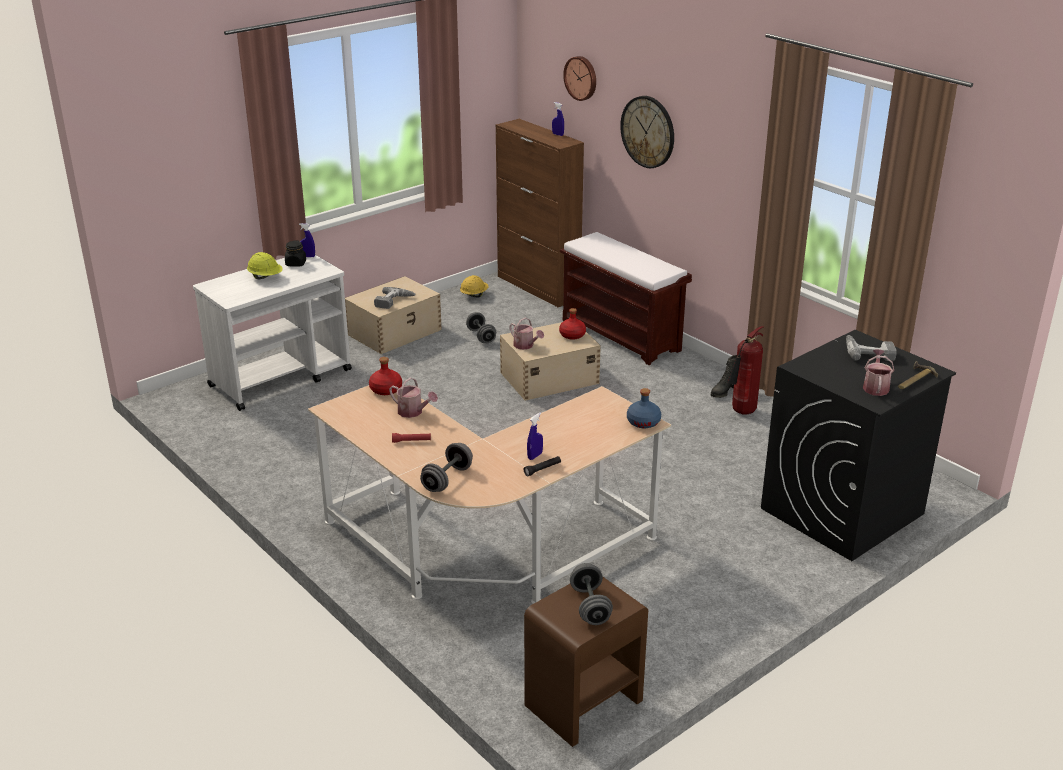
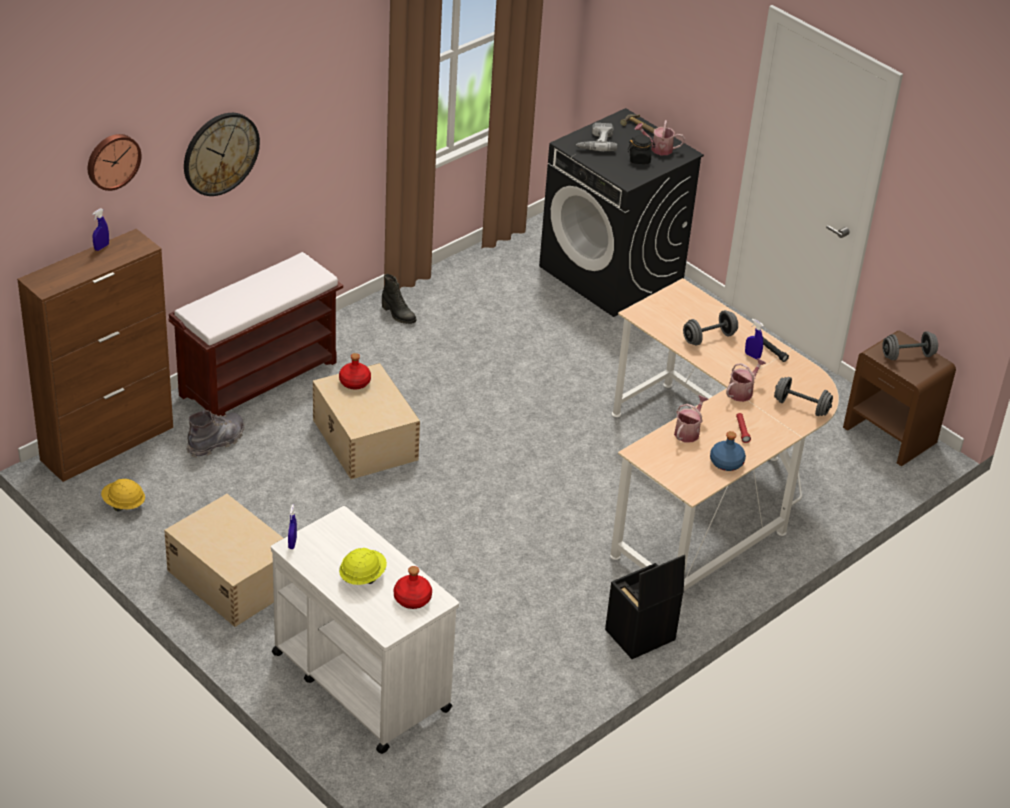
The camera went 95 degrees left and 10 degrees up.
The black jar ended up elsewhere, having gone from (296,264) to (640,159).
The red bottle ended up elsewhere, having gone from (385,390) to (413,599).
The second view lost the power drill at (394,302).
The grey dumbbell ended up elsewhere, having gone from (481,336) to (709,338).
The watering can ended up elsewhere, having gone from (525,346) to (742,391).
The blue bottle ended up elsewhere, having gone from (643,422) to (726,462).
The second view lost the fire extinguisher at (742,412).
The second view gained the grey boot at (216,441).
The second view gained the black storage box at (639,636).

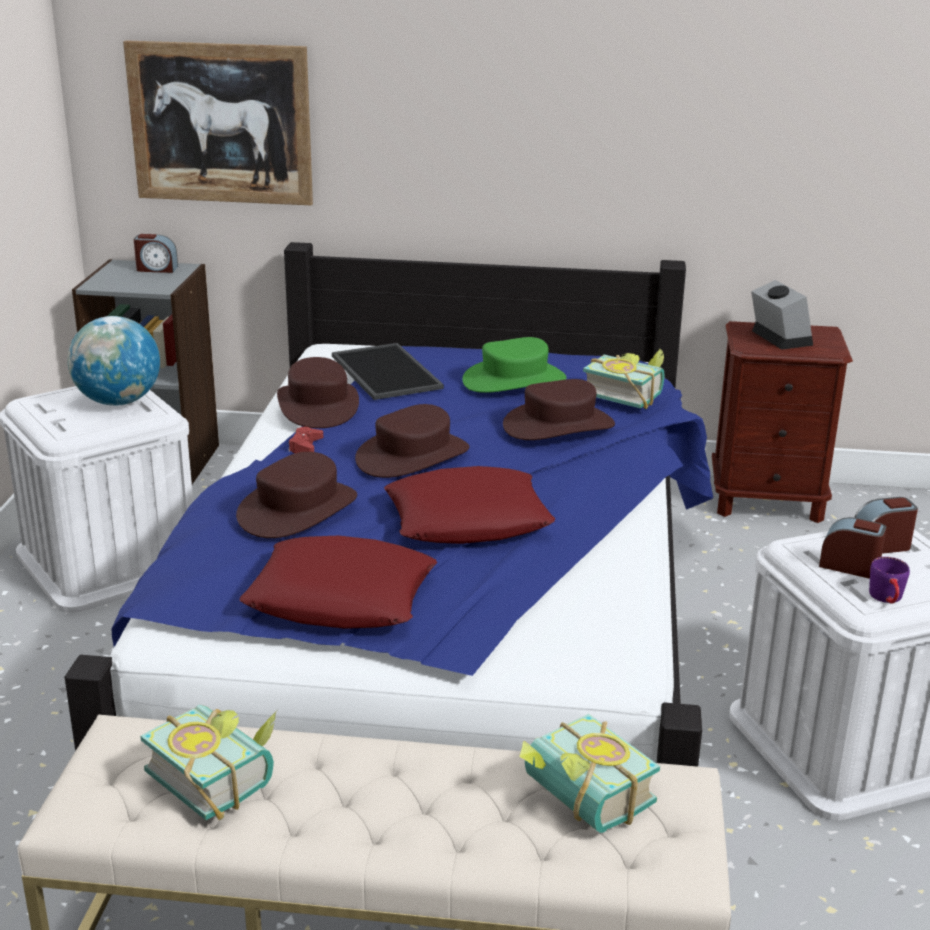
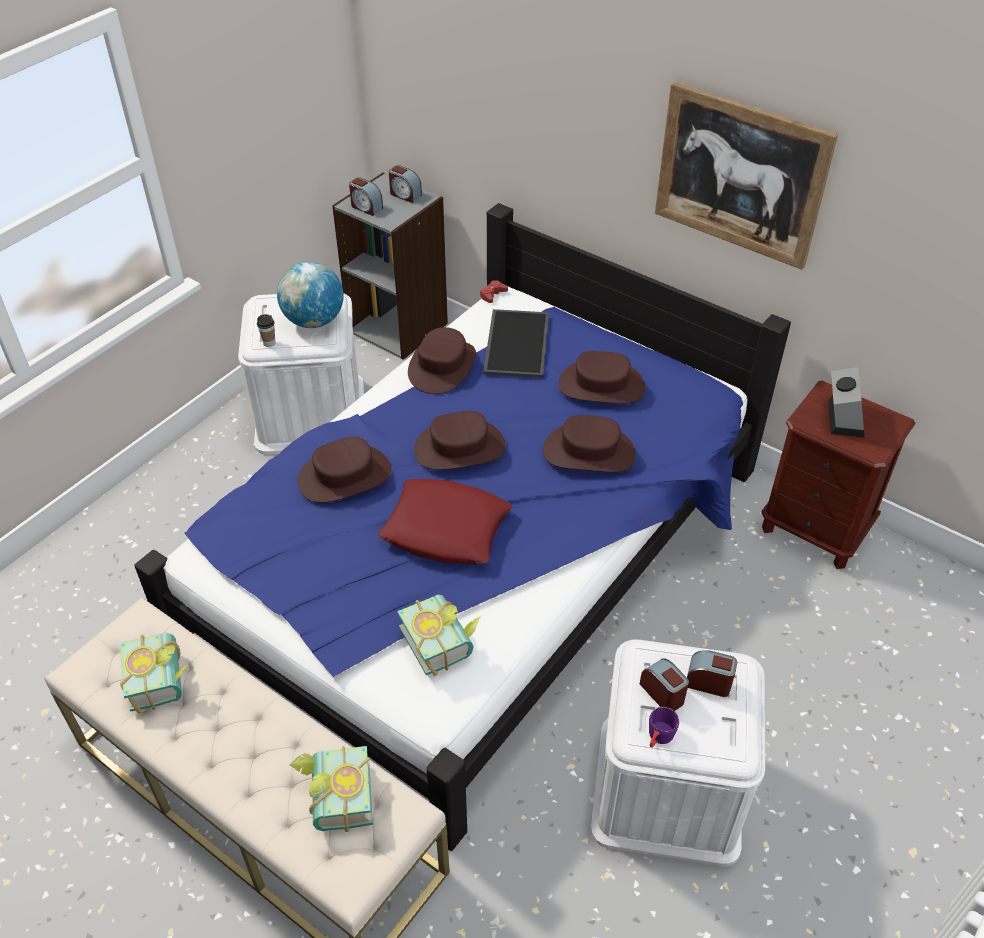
The camera went 30 degrees right and 20 degrees up.
The picture ended up elsewhere, having gone from (221,123) to (740,175).
The second view lost the red pillow at (341,597).
The red game controller ended up elsewhere, having gone from (305,446) to (492,294).
What was the green hat at (514,380) turned into the brown hat at (601,386).
The book ended up elsewhere, having gone from (626,394) to (443,641).
The second view gained the cup at (269,343).
The second view gained the alarm clock at (366,207).

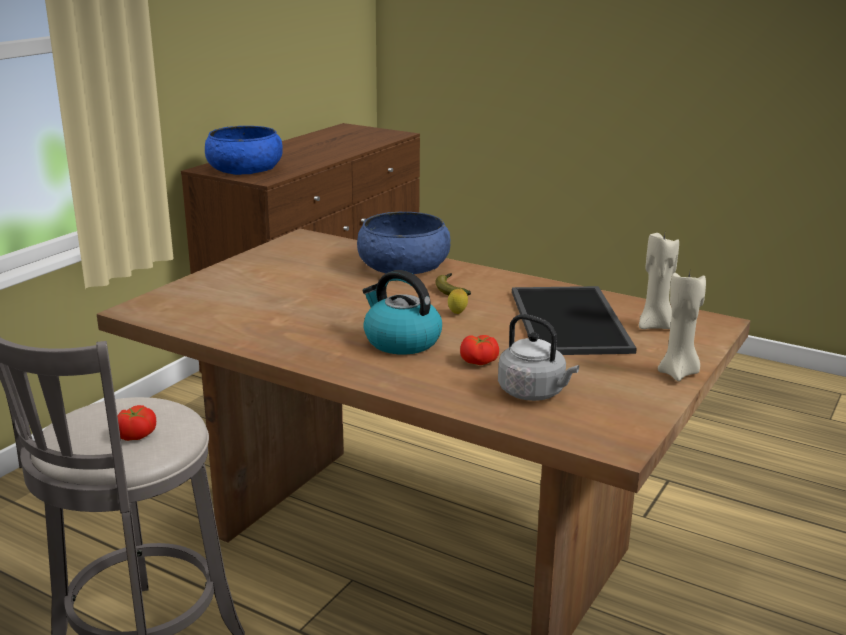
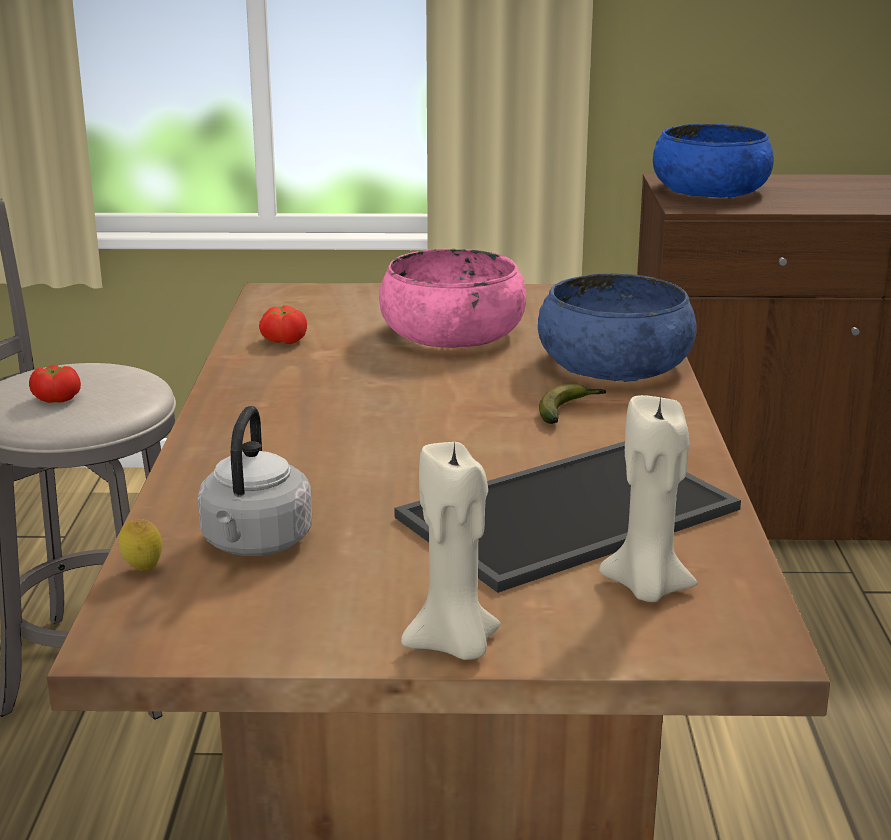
The camera went 60 degrees right and 0 degrees up.
The second view lost the kettle at (401,341).
The lemon ended up elsewhere, having gone from (457,314) to (143,570).
The tomato ended up elsewhere, having gone from (479,362) to (284,341).
The second view gained the pink bowl at (452,334).

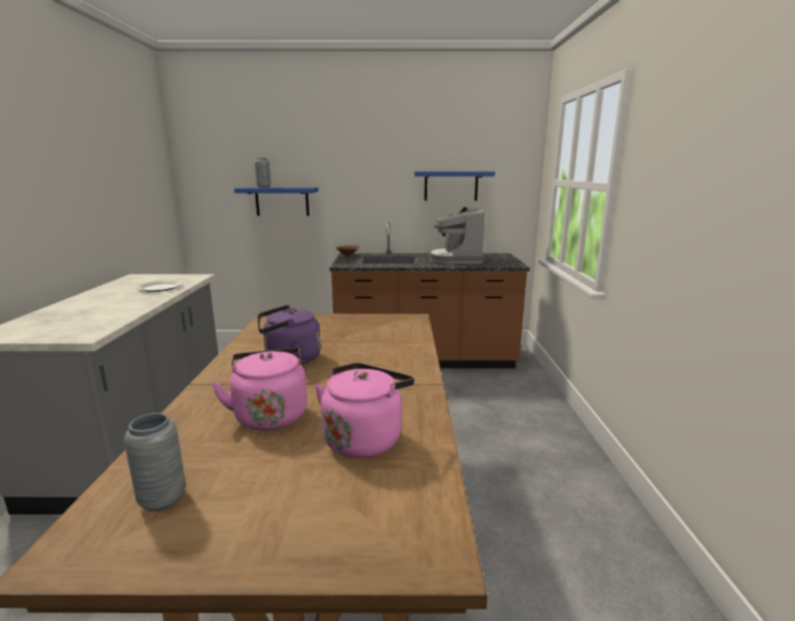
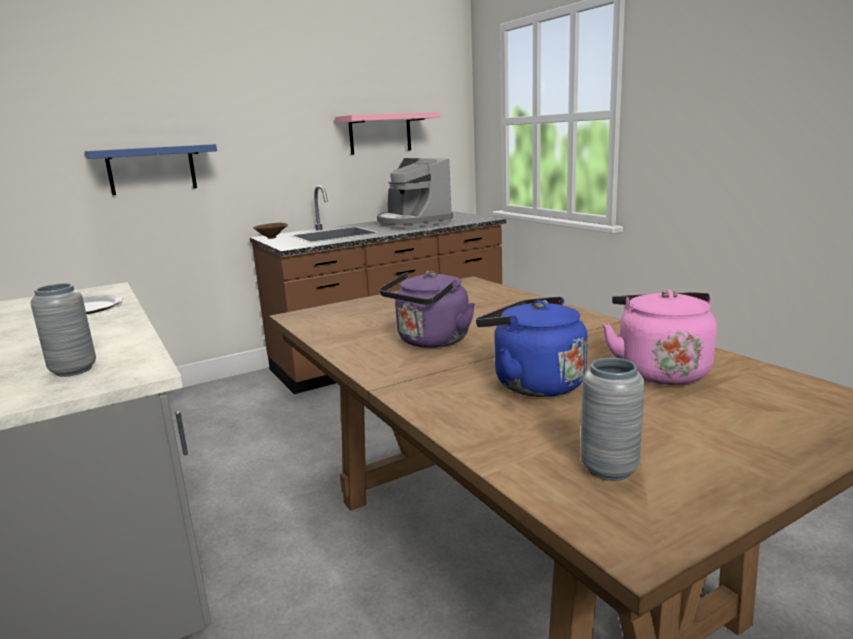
The camera went 30 degrees left and 0 degrees up.
What was the pink kettle at (270,414) turned into the blue kettle at (533,383).
The grey vase ended up elsewhere, having gone from (264,187) to (73,370).
What was the blue shelf at (451,186) turned into the pink shelf at (380,133).

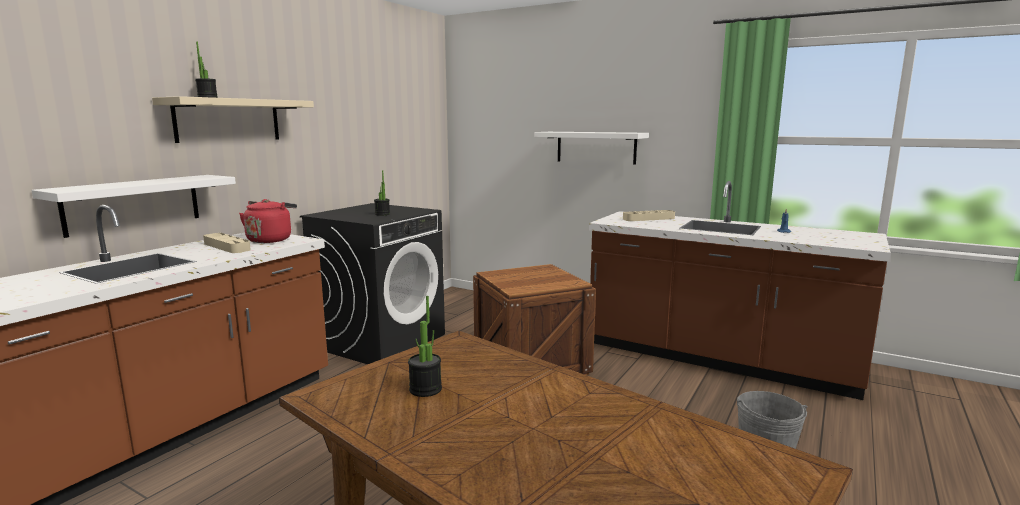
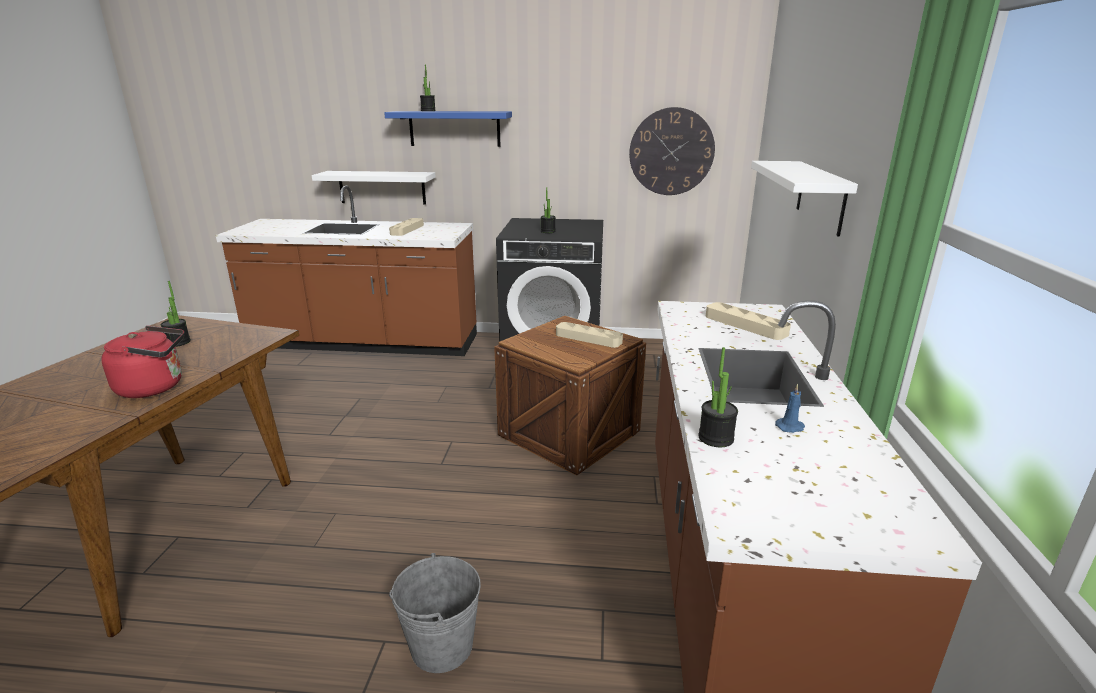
The camera went 65 degrees right and 10 degrees up.
What was the beige shelf at (228,120) turned into the blue shelf at (454,128).
The red kettle ended up elsewhere, having gone from (270,239) to (155,387).
The second view gained the beige tray at (588,338).
The second view gained the wall clock at (671,152).
The second view gained the potted plant at (715,438).

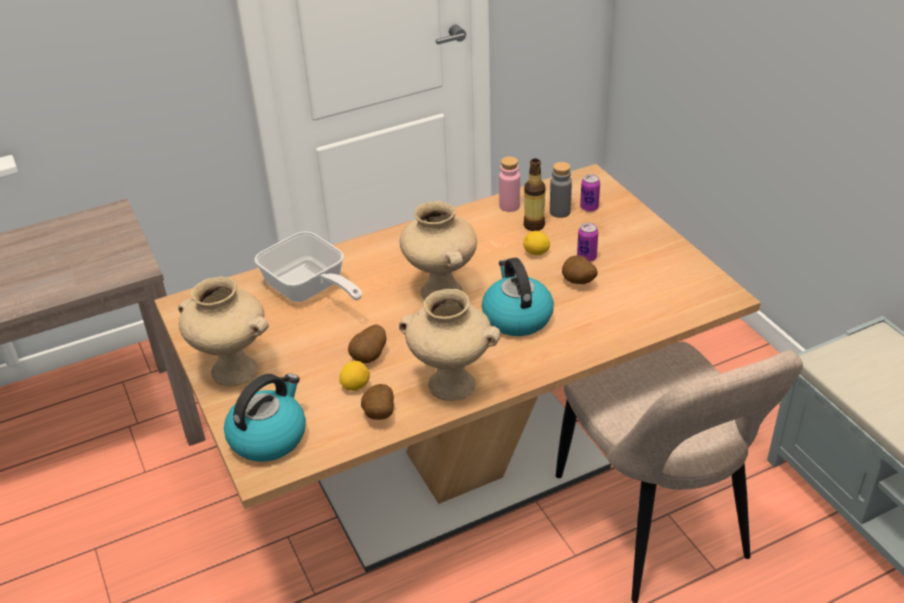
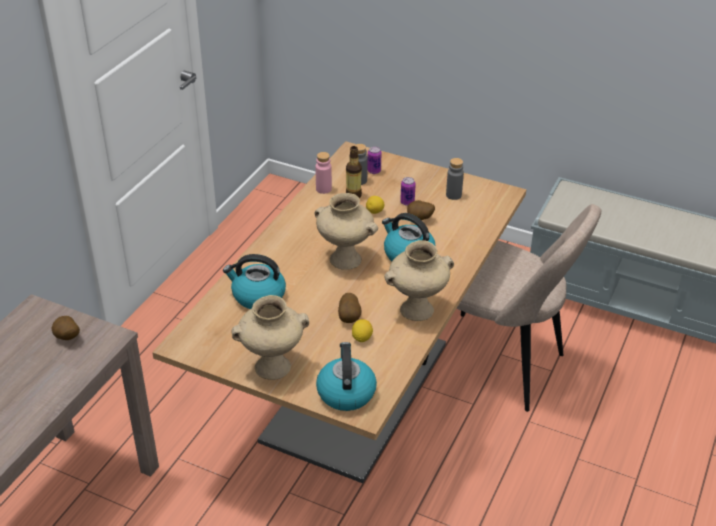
The camera went 40 degrees left and 0 degrees up.
Where the frying pan stood at (309,290), the kettle came to stand at (257,296).
The potato ended up elsewhere, having gone from (378,415) to (67,338).
The second view gained the grey bottle at (453,195).

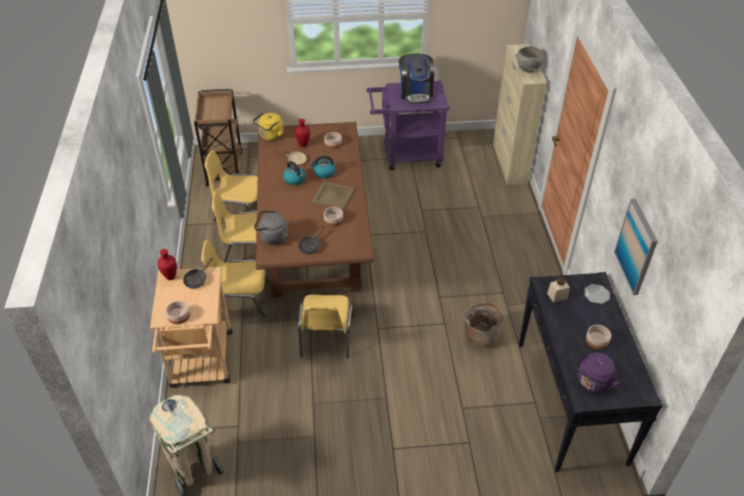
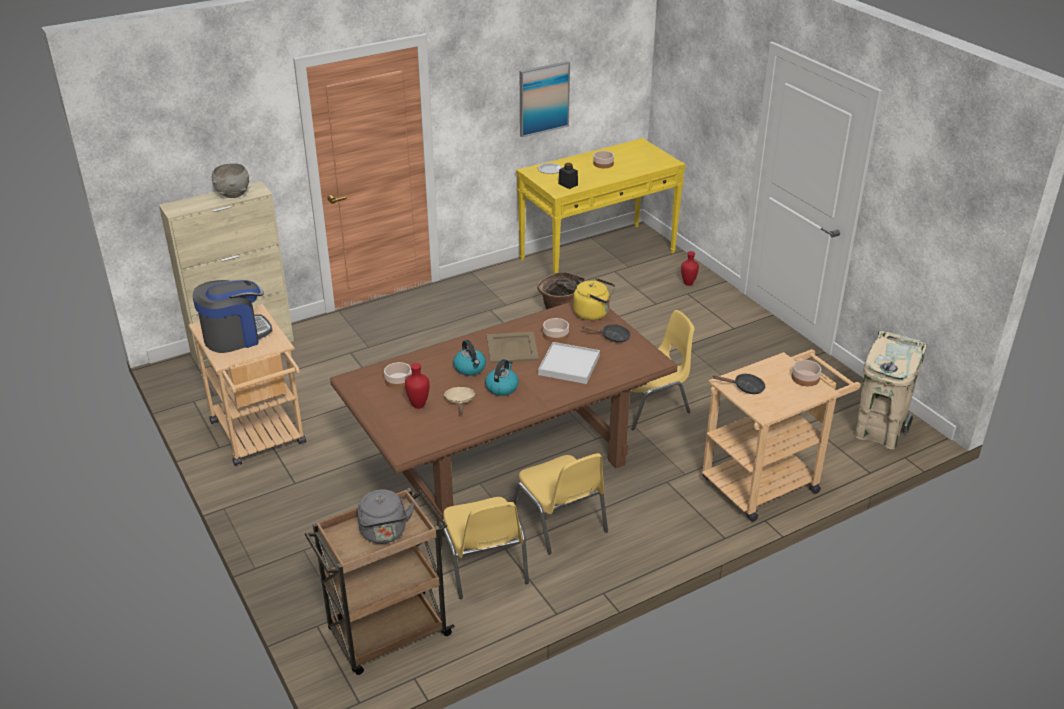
The camera went 115 degrees left and 10 degrees down.
The red vase ended up elsewhere, having gone from (170,277) to (688,284).
The second view lost the yellow chair at (241,299).
The yellow kettle ended up elsewhere, having gone from (270,136) to (593,313).
The grey kettle ended up elsewhere, having gone from (272,238) to (384,533).
What was the purple cart at (406,155) turned into the beige cart at (261,437).
What was the black console table at (571,402) turned into the yellow console table at (598,255).
What was the beige jar at (557,296) turned into the black jar at (568,184).
The second view lost the purple kettle at (592,383).
The second view gained the white tray at (569,365).

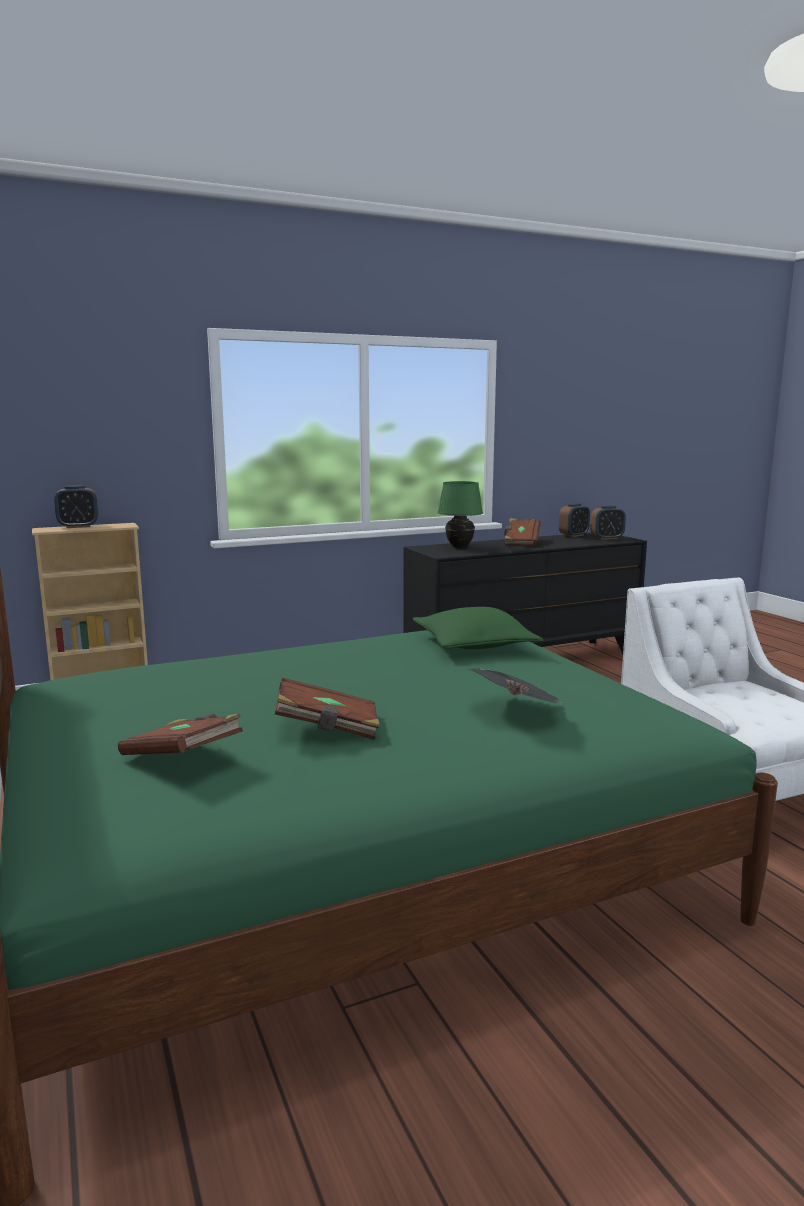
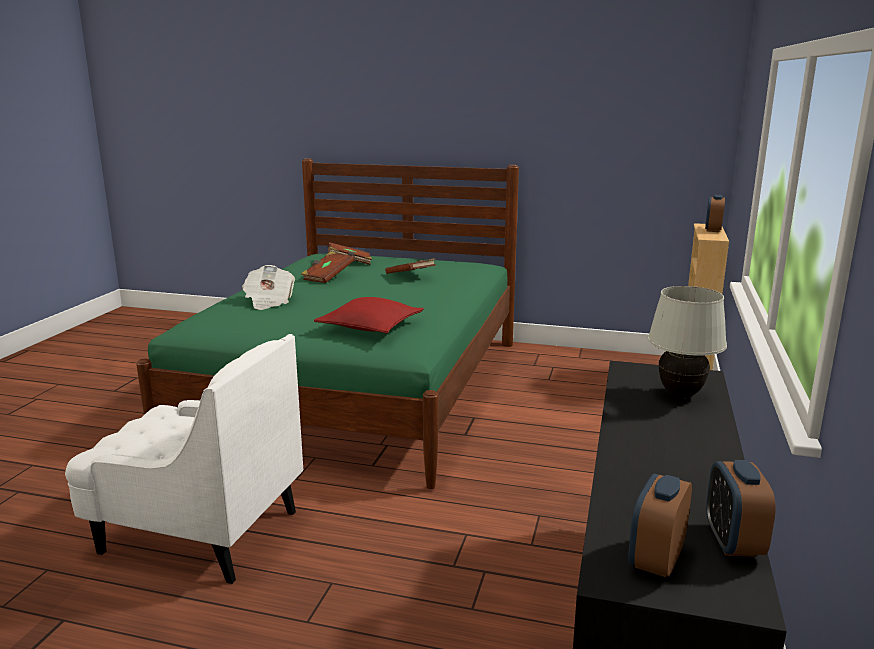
The camera went 130 degrees right and 5 degrees up.
What was the green pillow at (474,644) turned into the red pillow at (370,327).
What was the green table lamp at (459,547) turned into the white table lamp at (680,395).
The brown book ended up elsewhere, having gone from (521,542) to (411,276).

